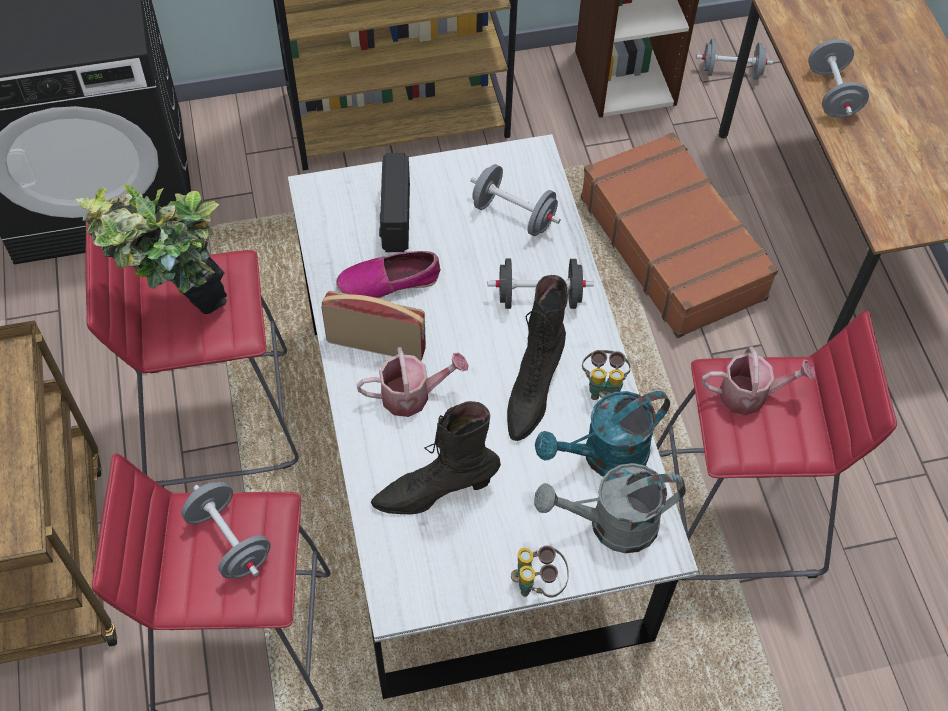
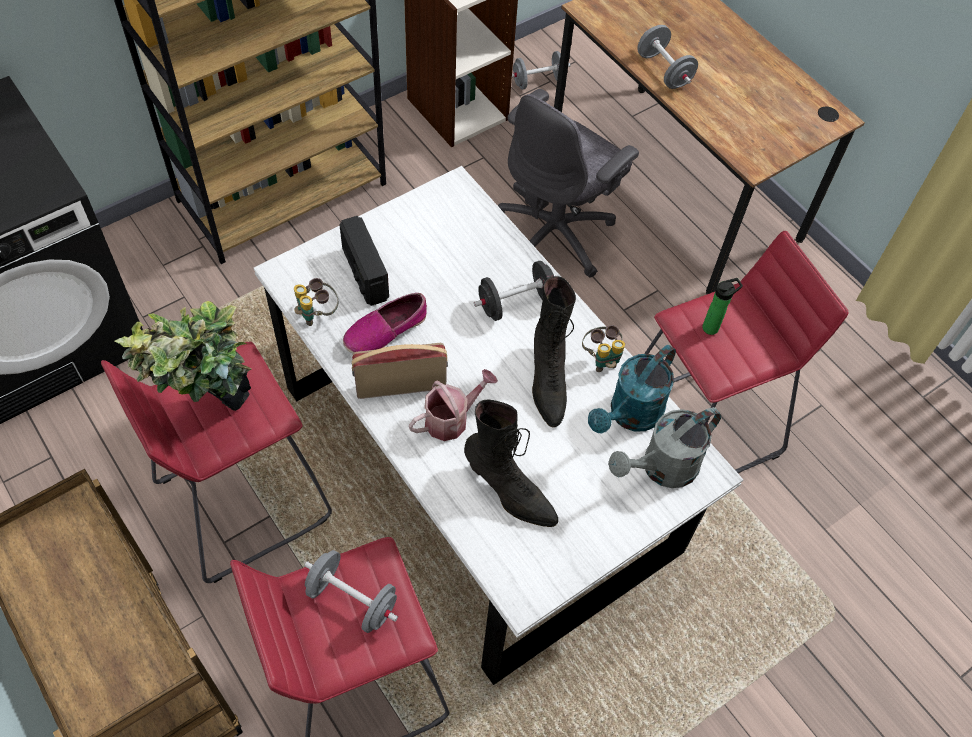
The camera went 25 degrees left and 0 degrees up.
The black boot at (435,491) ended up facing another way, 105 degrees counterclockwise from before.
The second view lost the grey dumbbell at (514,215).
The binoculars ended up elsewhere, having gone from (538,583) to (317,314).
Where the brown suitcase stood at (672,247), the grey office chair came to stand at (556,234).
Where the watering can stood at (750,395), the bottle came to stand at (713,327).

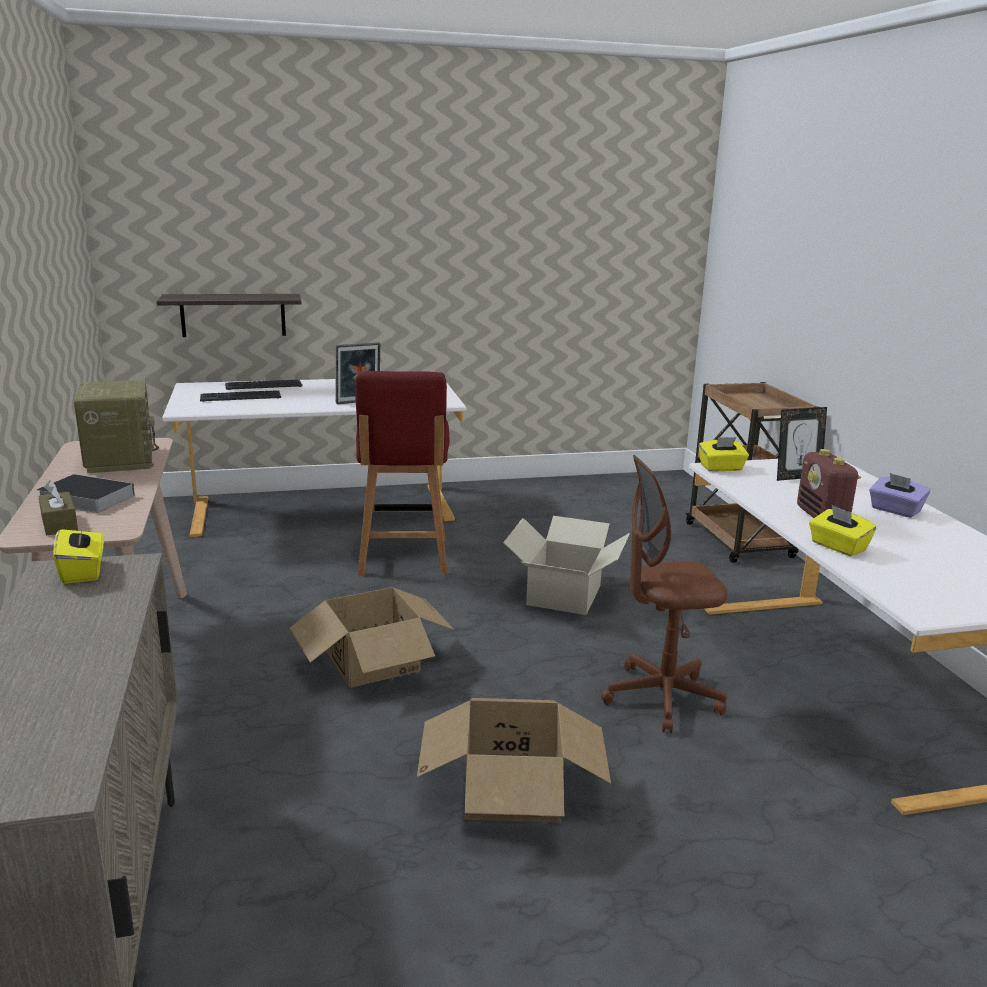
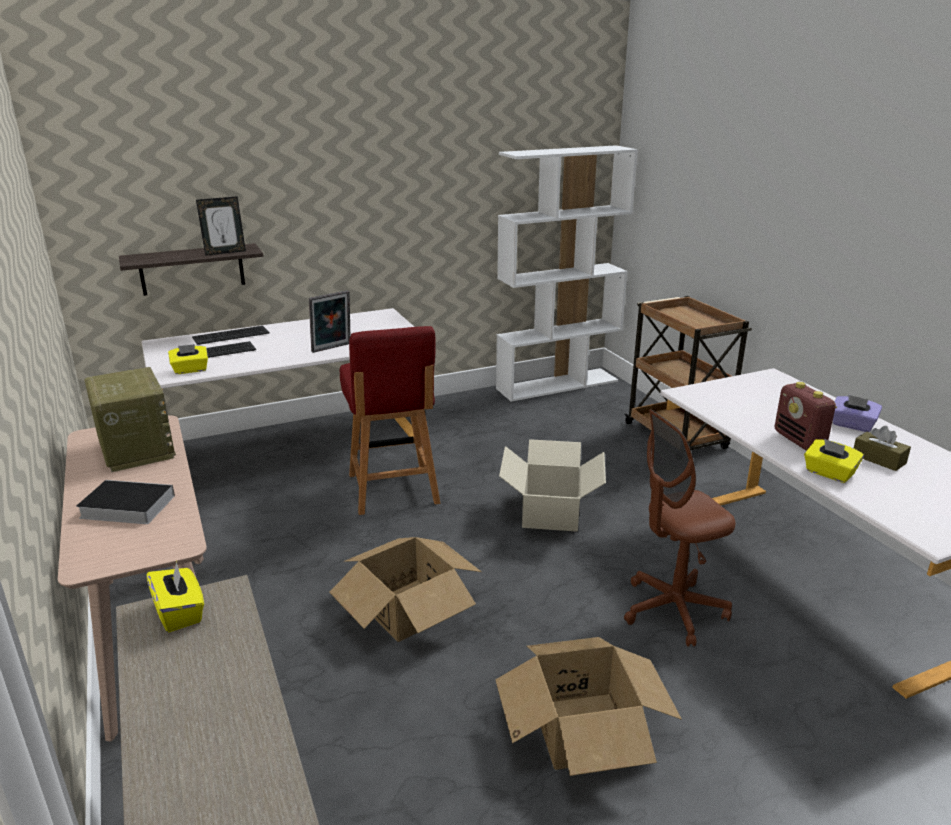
The camera went 10 degrees left and 5 degrees up.
The brown tissue box ended up elsewhere, having gone from (59,523) to (878,459).
The yellow tissue box ended up elsewhere, having gone from (721,468) to (190,370).
The picture frame ended up elsewhere, having gone from (796,477) to (225,252).
The second view gained the white bookcase at (557,384).

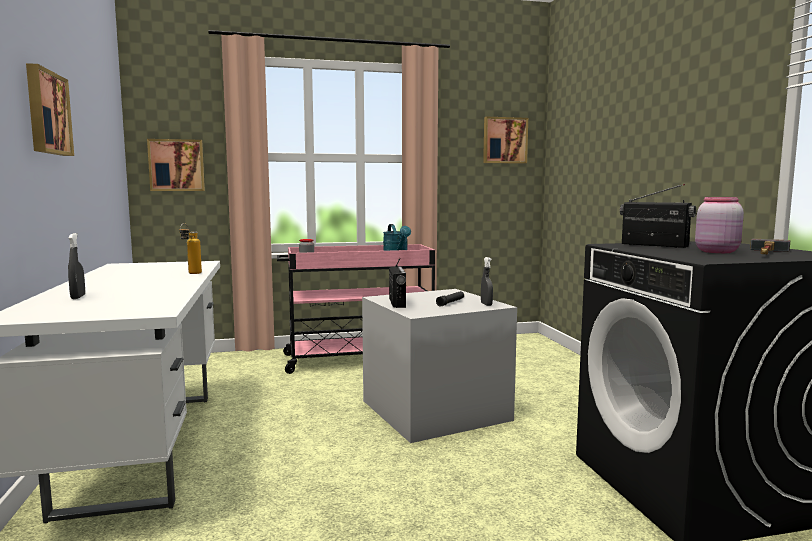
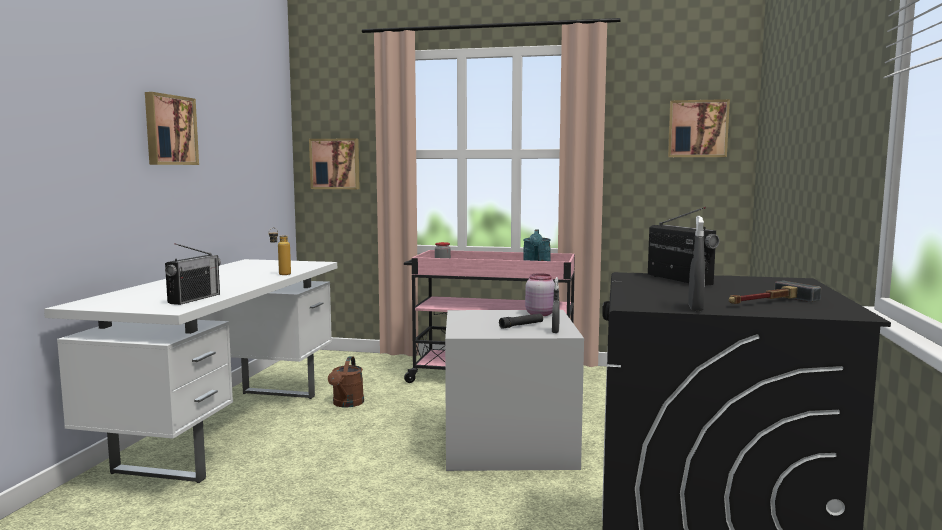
The camera went 25 degrees right and 0 degrees up.
The grey spray bottle ended up elsewhere, having gone from (78,297) to (695,308).
The radio ended up elsewhere, having gone from (397,303) to (194,299).
The pink jar ended up elsewhere, having gone from (716,251) to (540,314).
The second view gained the brown watering can at (346,404).

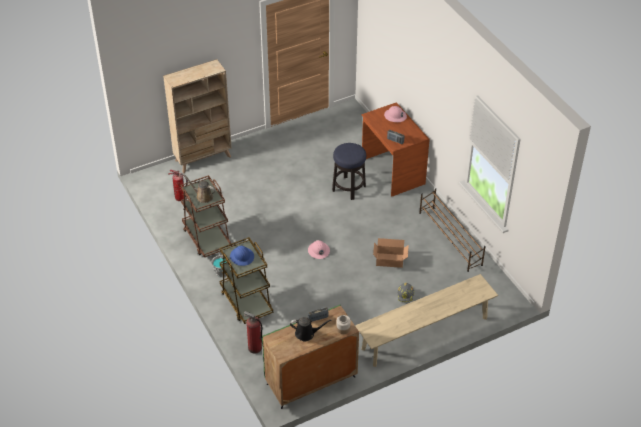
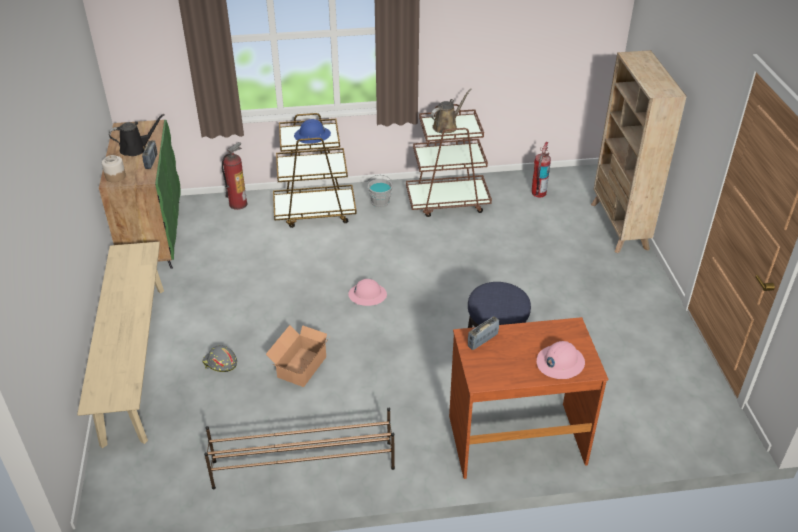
The camera went 110 degrees right and 5 degrees down.
The black watering can at (307,334) ended up facing another way, 135 degrees counterclockwise from before.

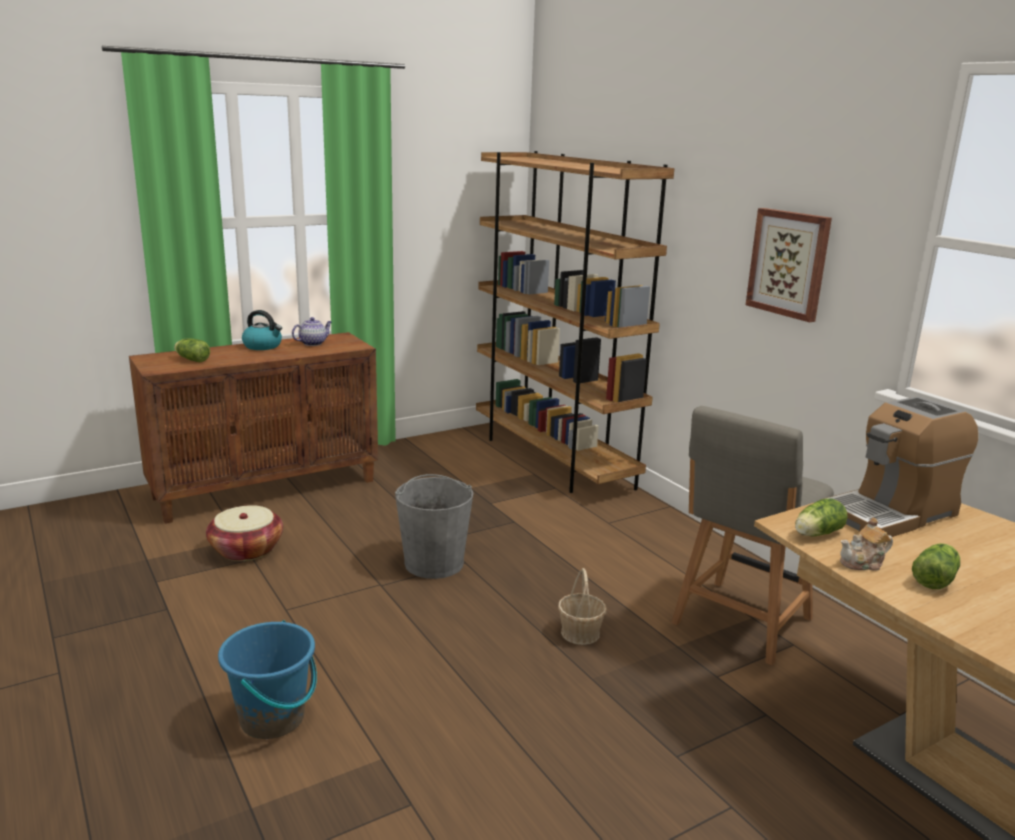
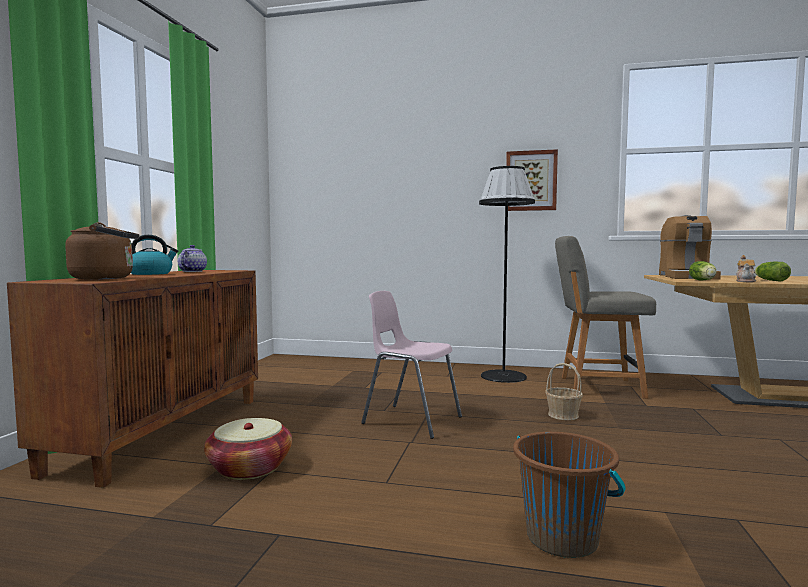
The camera went 45 degrees left and 15 degrees down.
Where the lettuce stood at (191,359), the brown kettle came to stand at (106,278).
What was the blue bucket at (273,718) turned into the brown bucket at (562,538).
Where the grey bucket stood at (434,563), the pink chair came to stand at (411,420).
The second view lost the brown bookcase at (553,459).
The grey chair at (739,623) ended up facing another way, 105 degrees clockwise from before.
The second view gained the black floor lamp at (503,376).

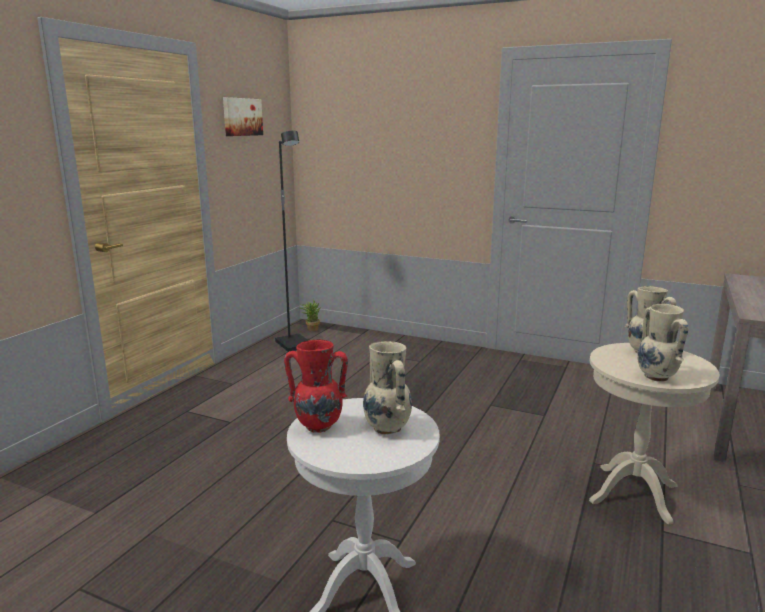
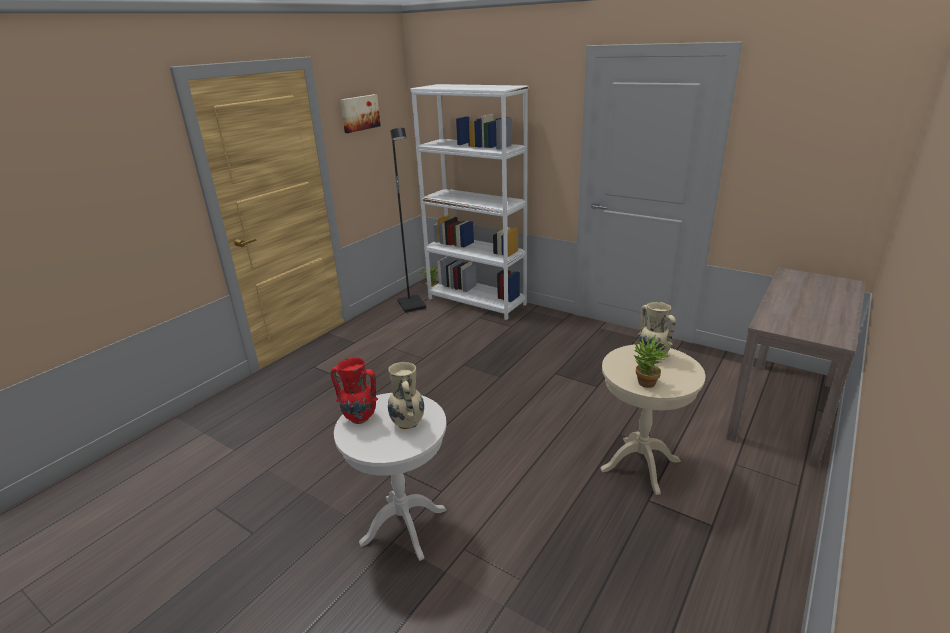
The camera went 10 degrees right and 10 degrees up.
Where the beige vase stood at (656,377), the potted plant came to stand at (645,385).
The second view gained the white bookcase at (477,301).

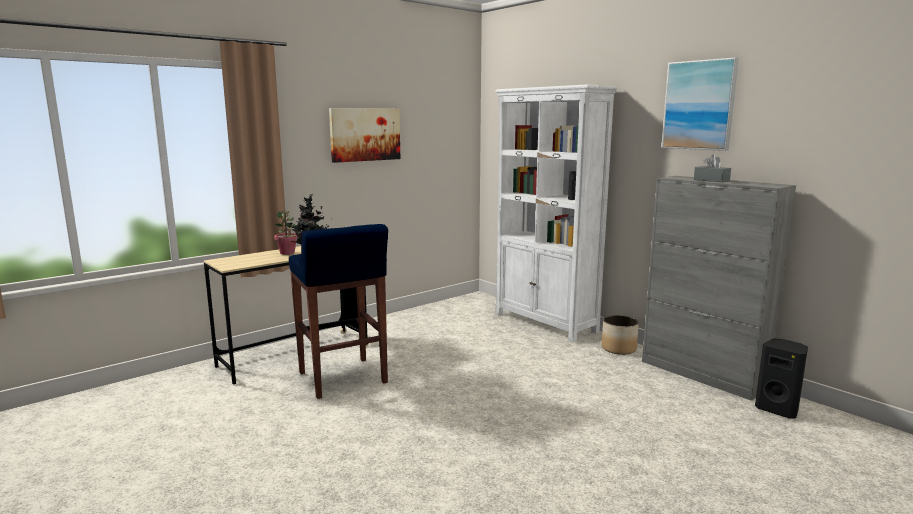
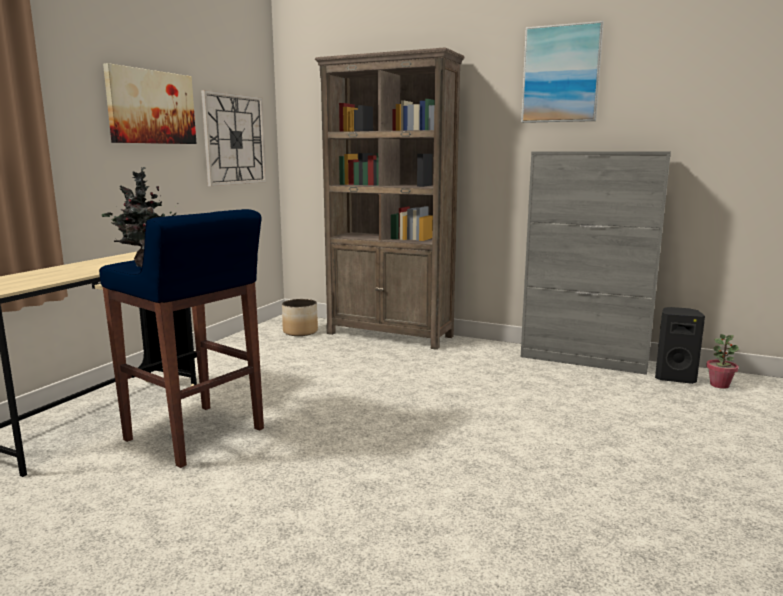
The camera went 25 degrees left and 0 degrees up.
The potted plant ended up elsewhere, having gone from (287,253) to (719,385).
What was the white bookcase at (545,323) turned into the brown bookcase at (390,335).
The planter ended up elsewhere, having gone from (619,348) to (300,332).
The second view lost the grey tissue box at (711,180).
The second view gained the wall clock at (234,139).

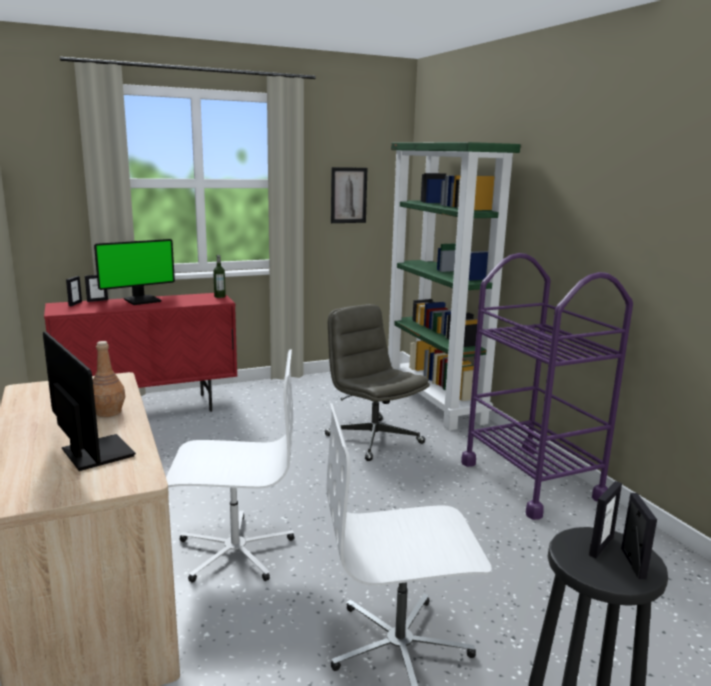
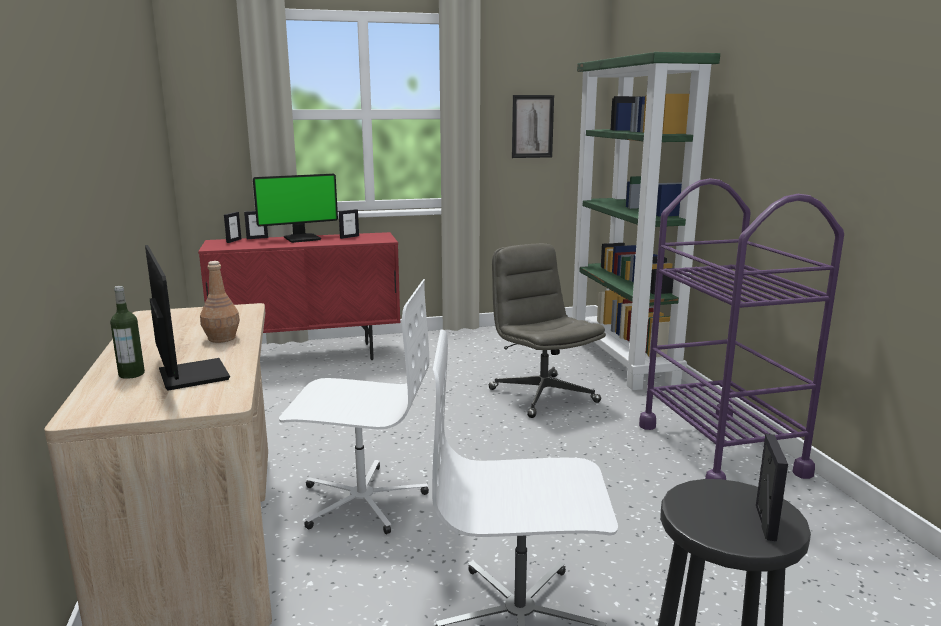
The camera went 10 degrees right and 0 degrees up.
The bottle ended up elsewhere, having gone from (220,296) to (131,374).
The picture frame ended up elsewhere, having gone from (601,546) to (349,237).

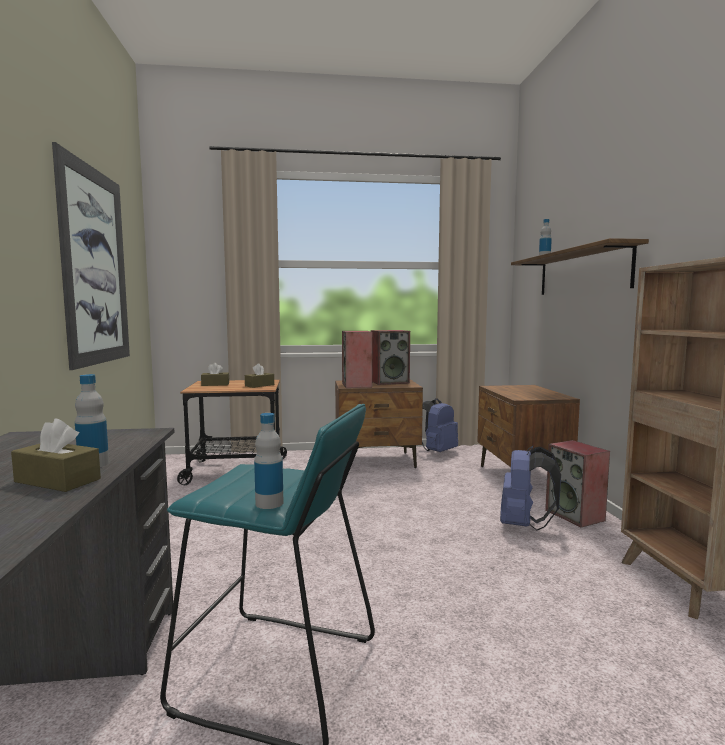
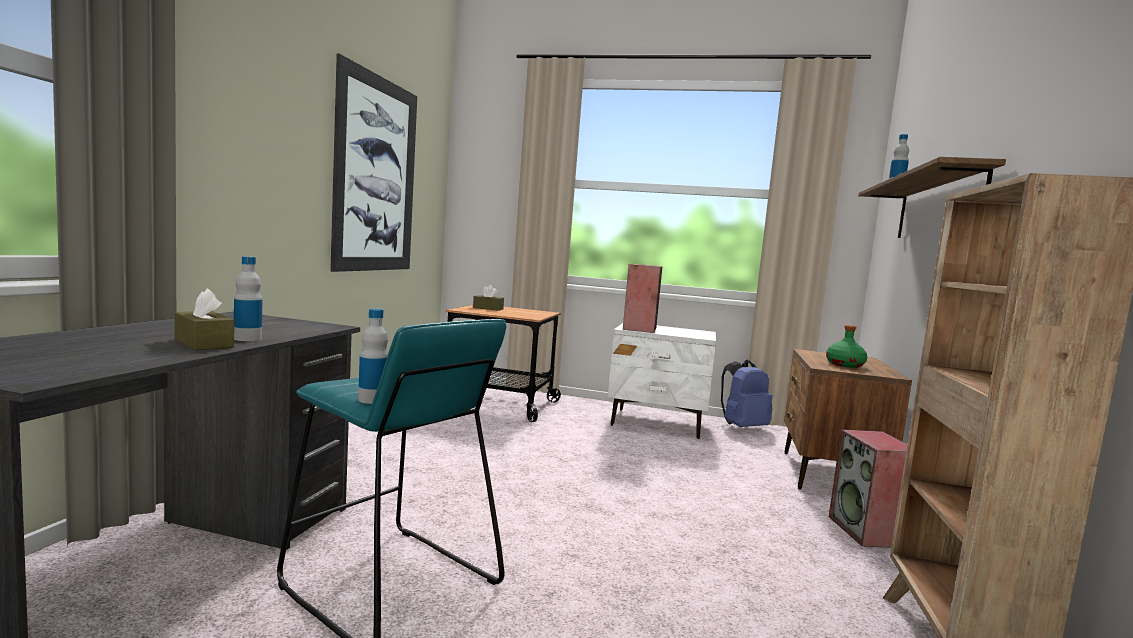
The camera went 20 degrees right and 0 degrees up.
The second view lost the brown tissue box at (259,385).
What was the brown nightstand at (377,461) turned into the white nightstand at (657,423).
The second view lost the speaker at (390,382).
The second view lost the blue backpack at (523,525).
The second view gained the green bottle at (845,365).

